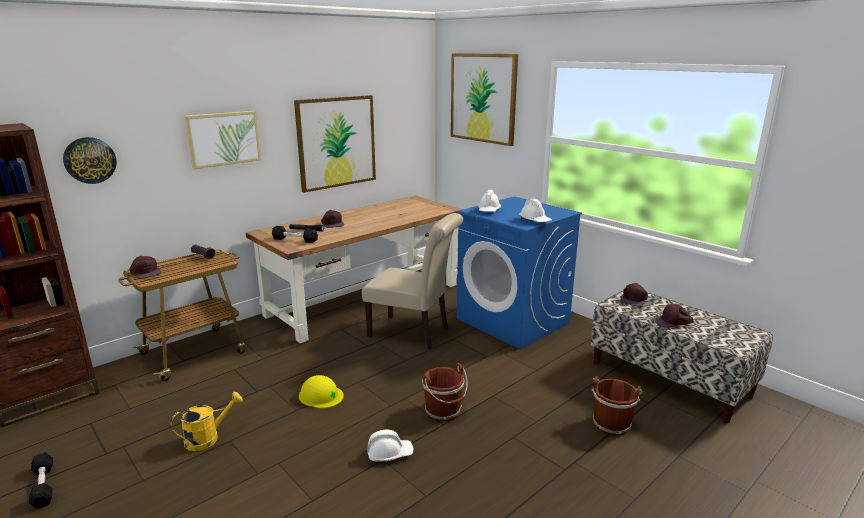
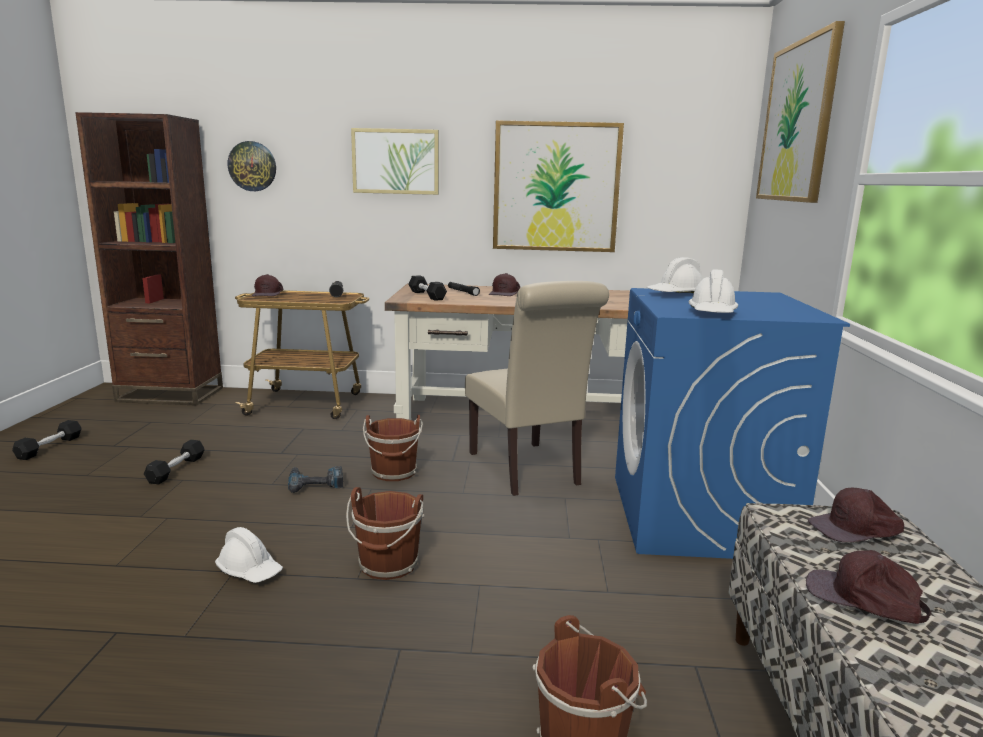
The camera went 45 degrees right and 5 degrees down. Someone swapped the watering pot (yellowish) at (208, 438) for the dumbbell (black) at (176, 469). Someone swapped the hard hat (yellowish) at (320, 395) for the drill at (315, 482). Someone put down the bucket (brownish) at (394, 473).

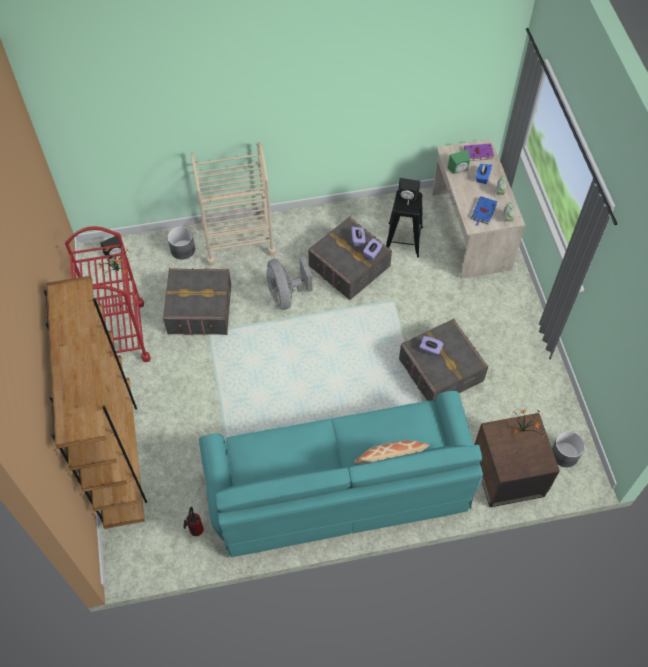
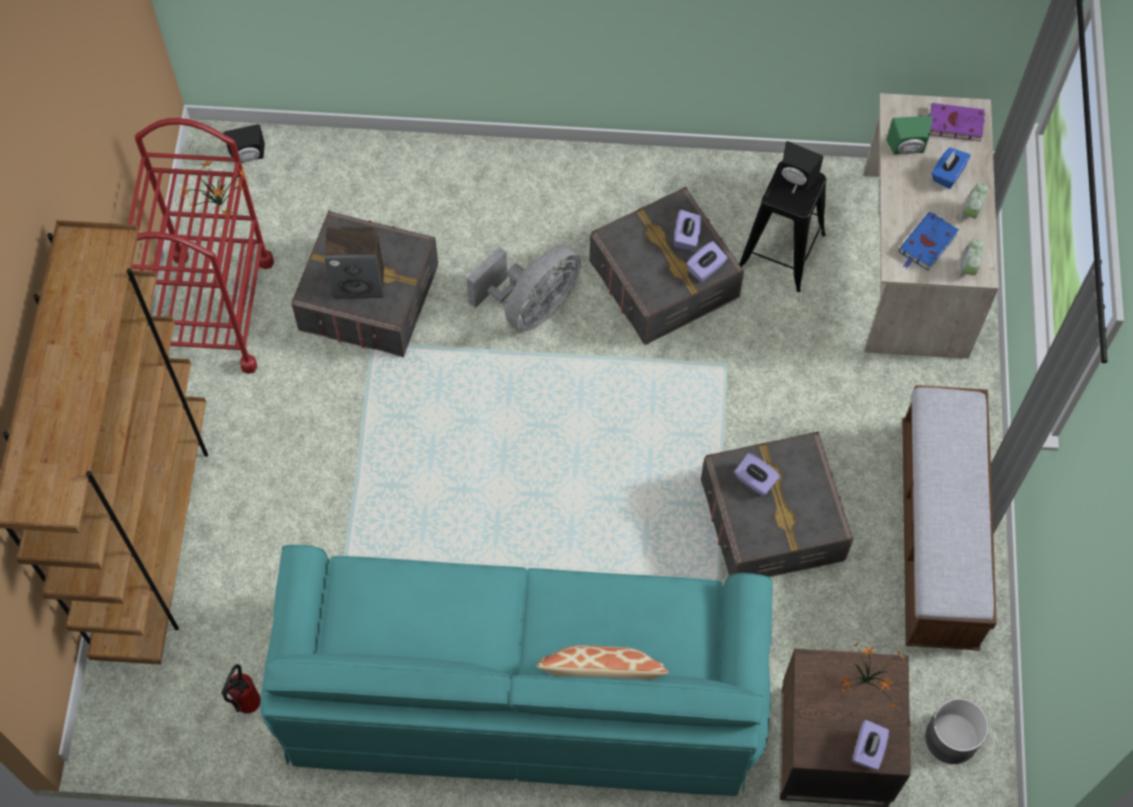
The camera went 15 degrees right and 5 degrees up. Someone put down the loudspeaker at (359, 282). Someone rotated the electric fan (grey) at (286, 295) by 135 degrees counterclockwise. Someone put down the box of tissues (purple-coloured) at (868, 750). Someone put down the bench at (937, 535). Someone took away the planter (grey) at (183, 250). Someone took away the trolley (sand-coloured) at (238, 239).

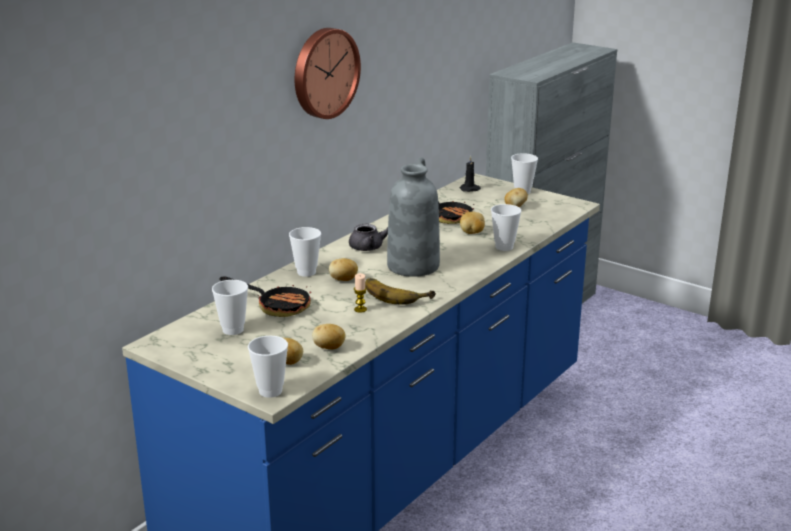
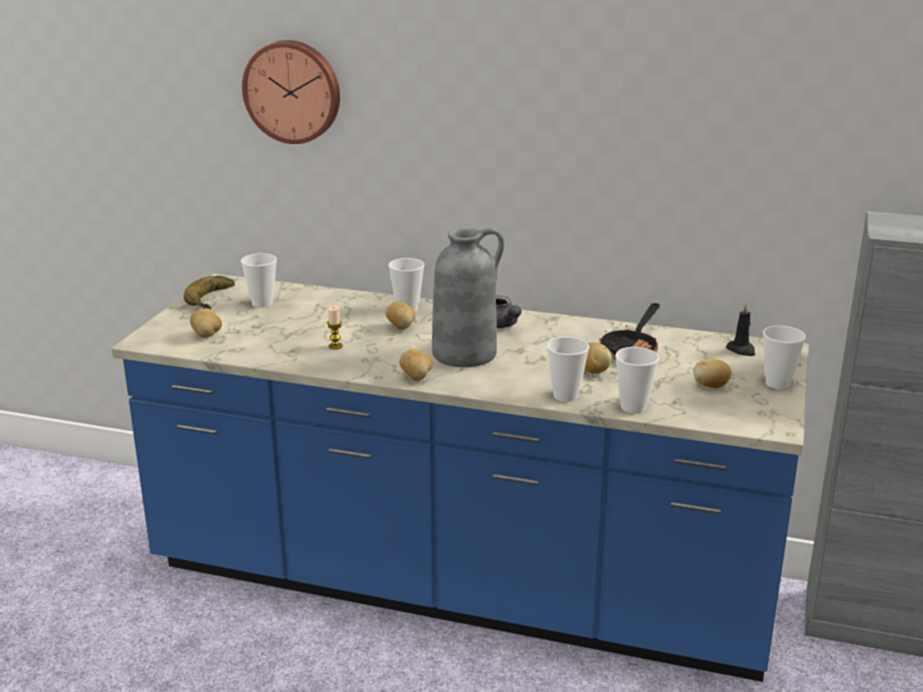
The camera went 70 degrees right and 0 degrees up. Someone carried the whole banana from (397, 293) to (217, 299). Someone carried the clock on the wall from (324, 72) to (293, 91). Someone carried the whole potato from (329, 348) to (416, 377). Someone carried the small cup from (270, 391) to (633, 407). Someone took away the skillet at (276, 306).

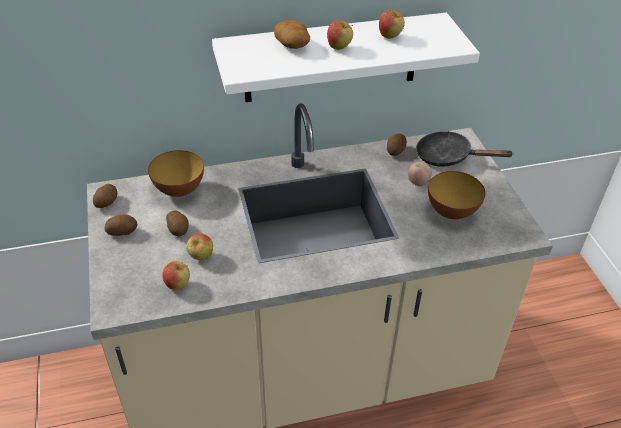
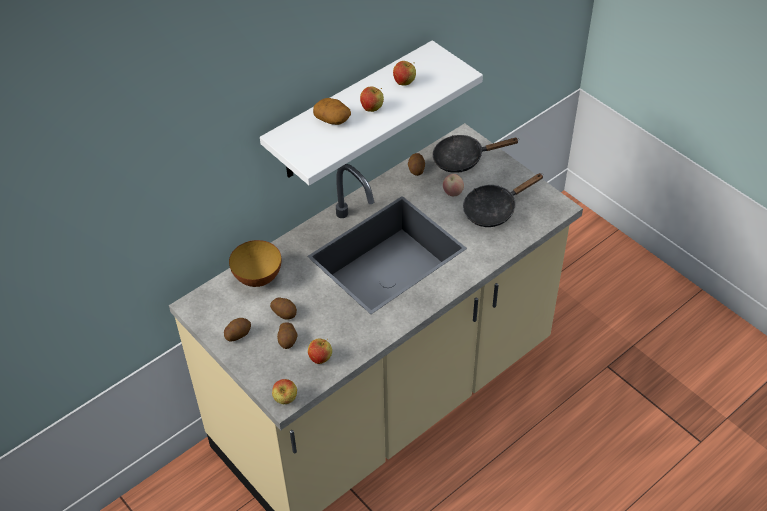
The camera went 25 degrees left and 5 degrees up. Someone carried the whole apple from (201, 257) to (285, 399). Someone carried the whole potato from (107, 202) to (288, 340). Someone swapped the deep dish at (451, 212) for the skillet (black) at (494, 209).

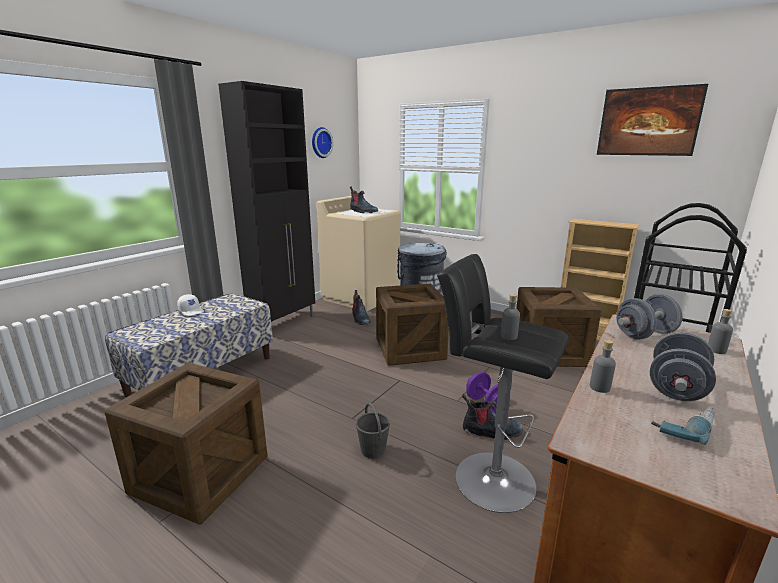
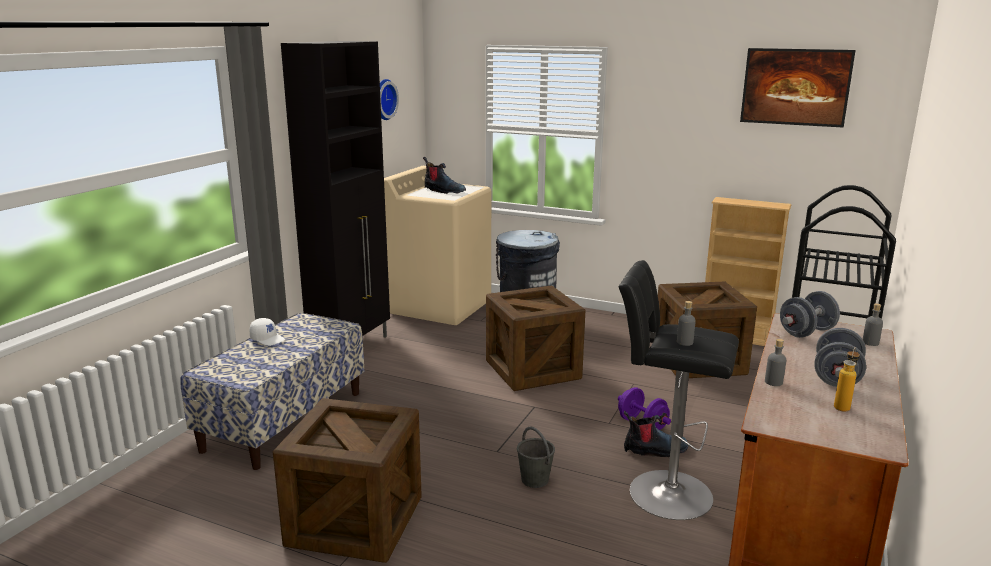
The camera went 10 degrees left and 0 degrees up. Someone swapped the drill at (683, 426) for the beverage bottle at (843, 406). Someone took away the high-top boot at (360, 319).

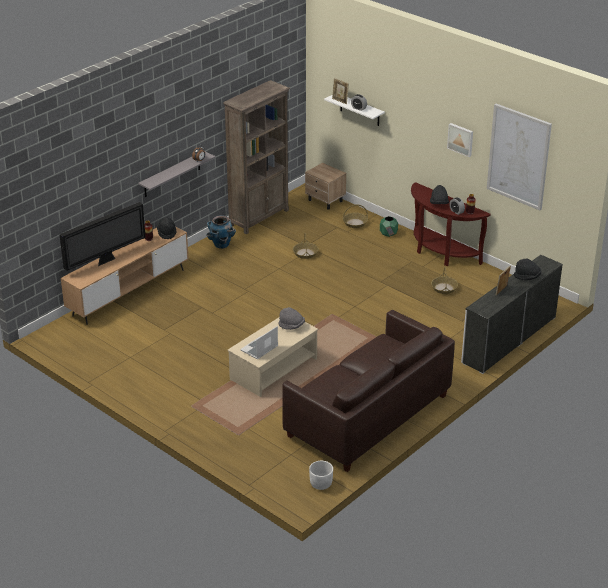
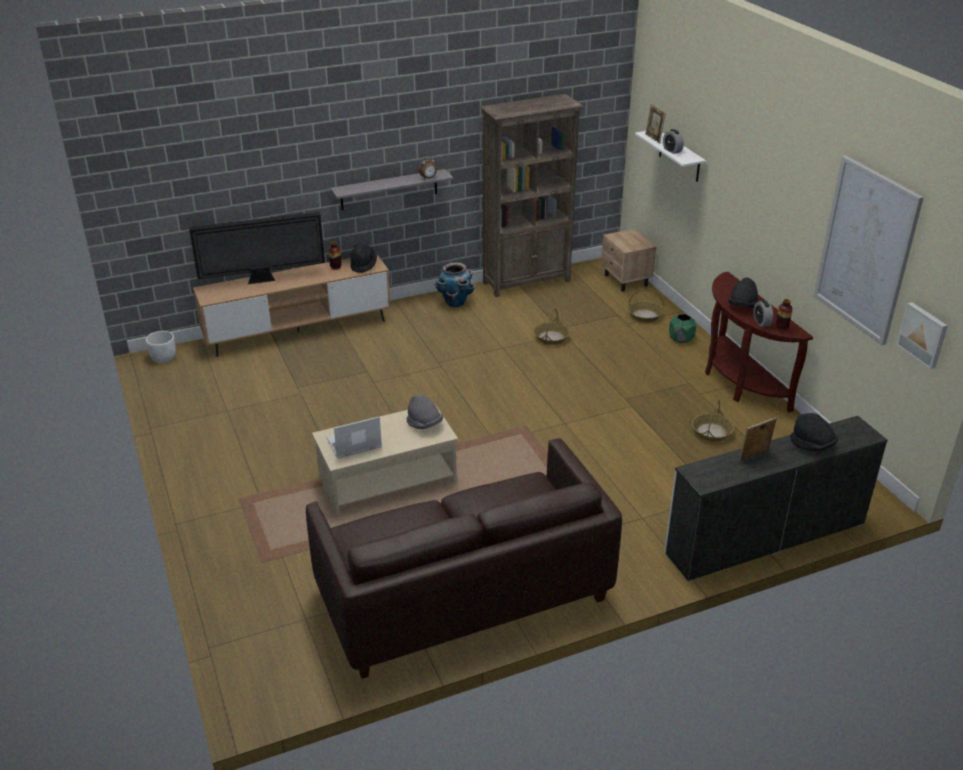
The camera went 25 degrees right and 0 degrees up. Someone carried the planter (whitish) from (321, 484) to (163, 358). Someone carried the wall art from (461, 139) to (923, 334).

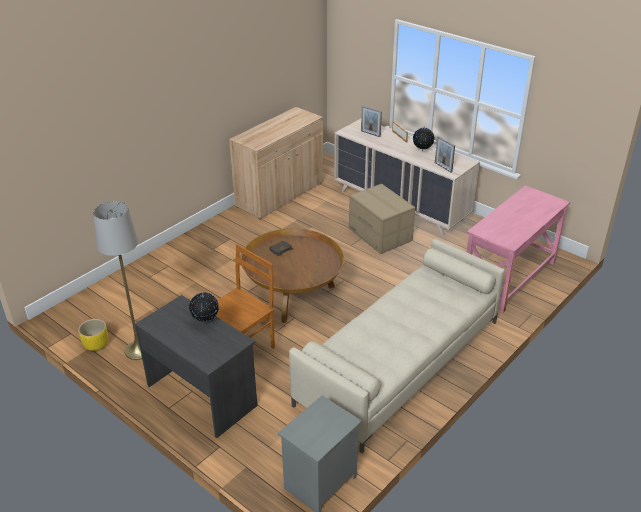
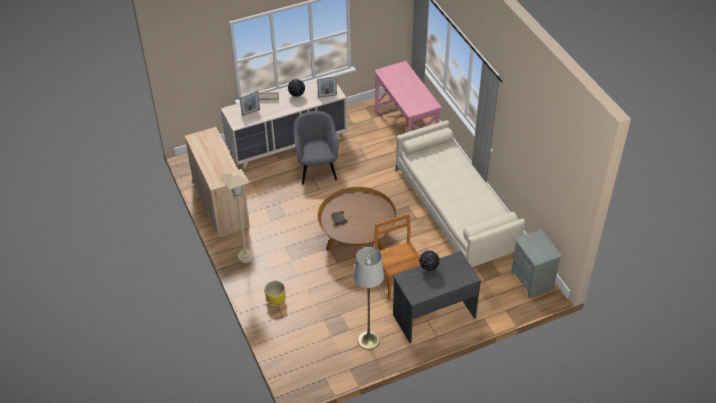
The camera went 65 degrees left and 10 degrees up. Someone put down the standing lamp (sand-coloured) at (245, 257). Someone carried the planter (yellowish) from (96, 345) to (276, 299). Someone swapped the cardboard box at (380, 234) for the lounge chair (grey) at (317, 169).

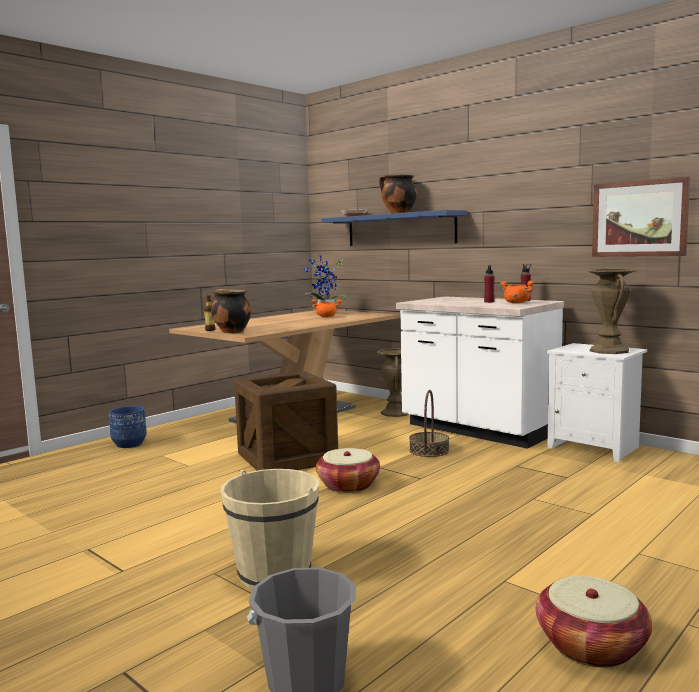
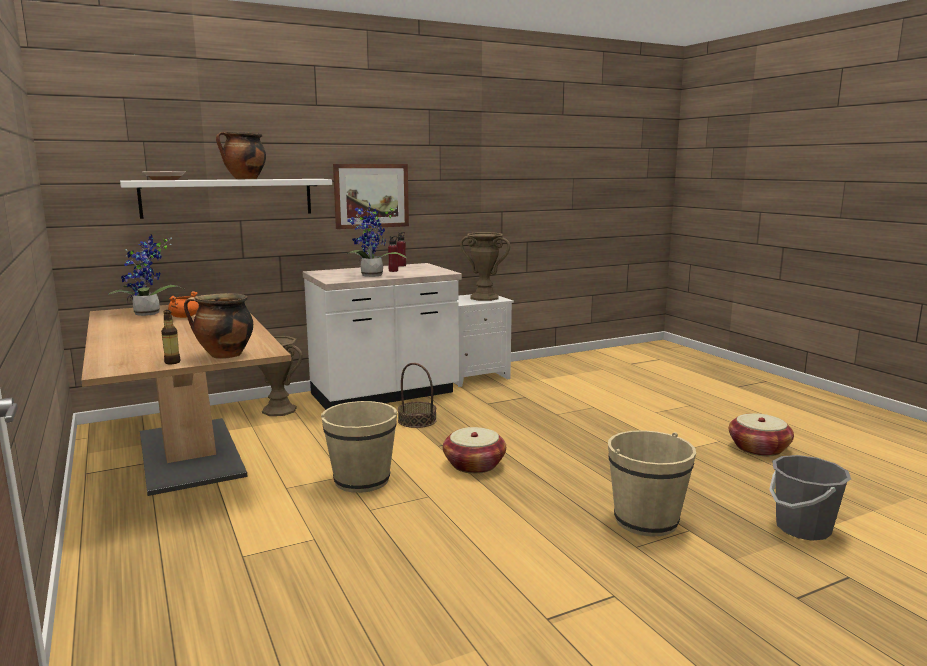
The camera went 70 degrees left and 5 degrees up. Someone repainted the bracket shelf (blue) at (400, 229), which became the bracket shelf (whitish) at (228, 197). Someone swapped the shipping crate at (287, 458) for the bucket (sand-coloured) at (361, 480). Someone carried the wall art from (639, 218) to (371, 196). Someone put down the houseplant at (371, 276). Someone took away the planter (blue) at (129, 444). Someone took away the stockpot (orange) at (516, 303).

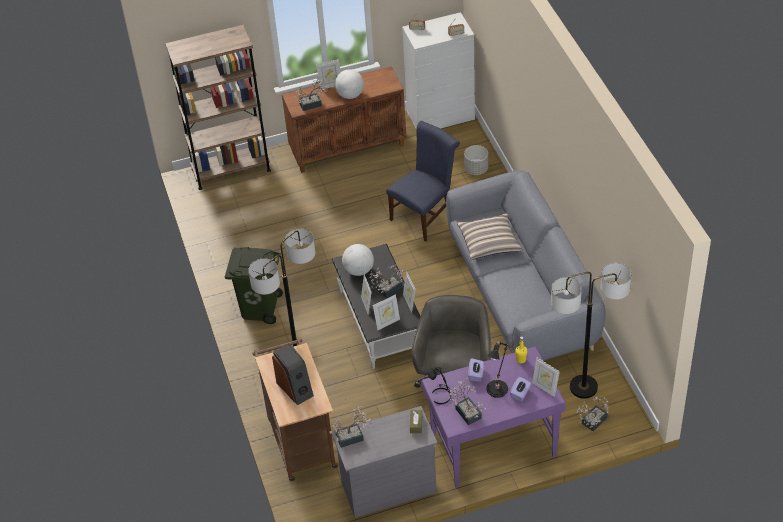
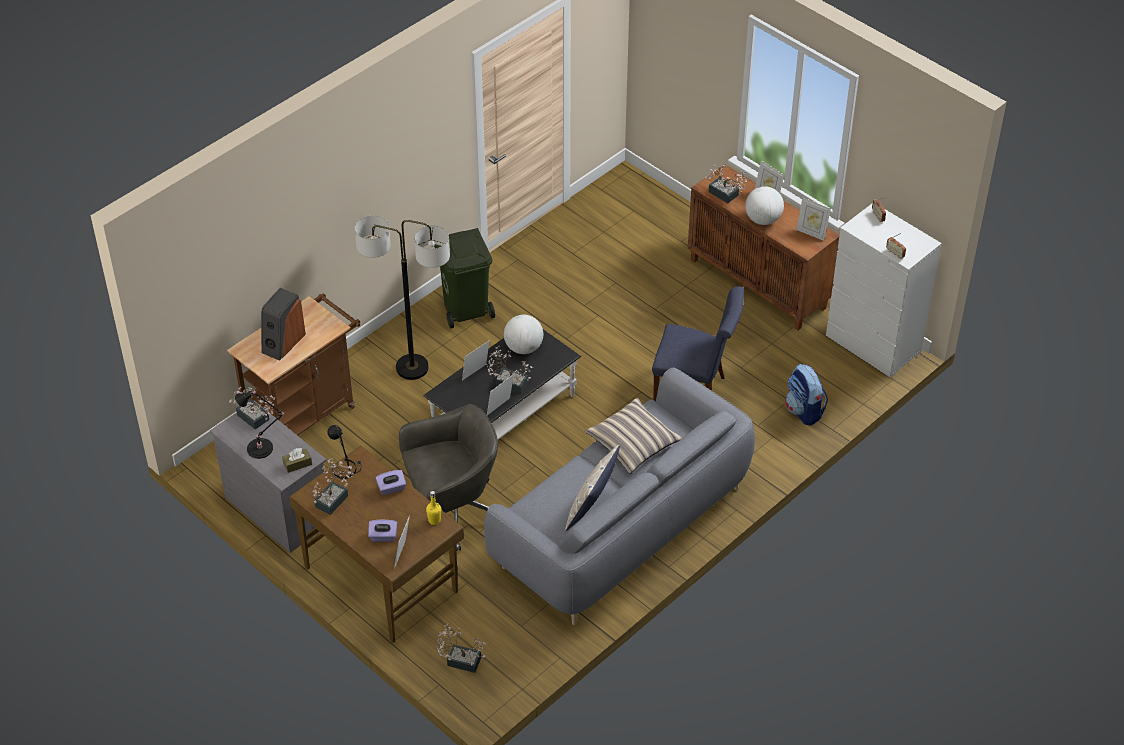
The camera went 60 degrees right and 0 degrees up. Someone carried the lamp for a table (black) from (498, 387) to (262, 448). Someone repainted the desk (purple-coloured) at (492, 444), which became the desk (brownish) at (381, 578). Someone put down the pillow at (591, 509). Someone swapped the planter (grey) at (476, 169) for the backpack at (804, 411). Someone carried the photo frame from (387, 323) to (811, 233). Someone took away the shelving unit (brownish) at (231, 170). Someone took away the standing lamp at (583, 387).

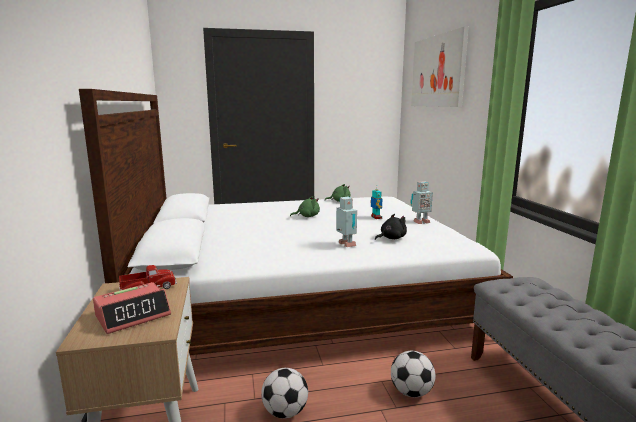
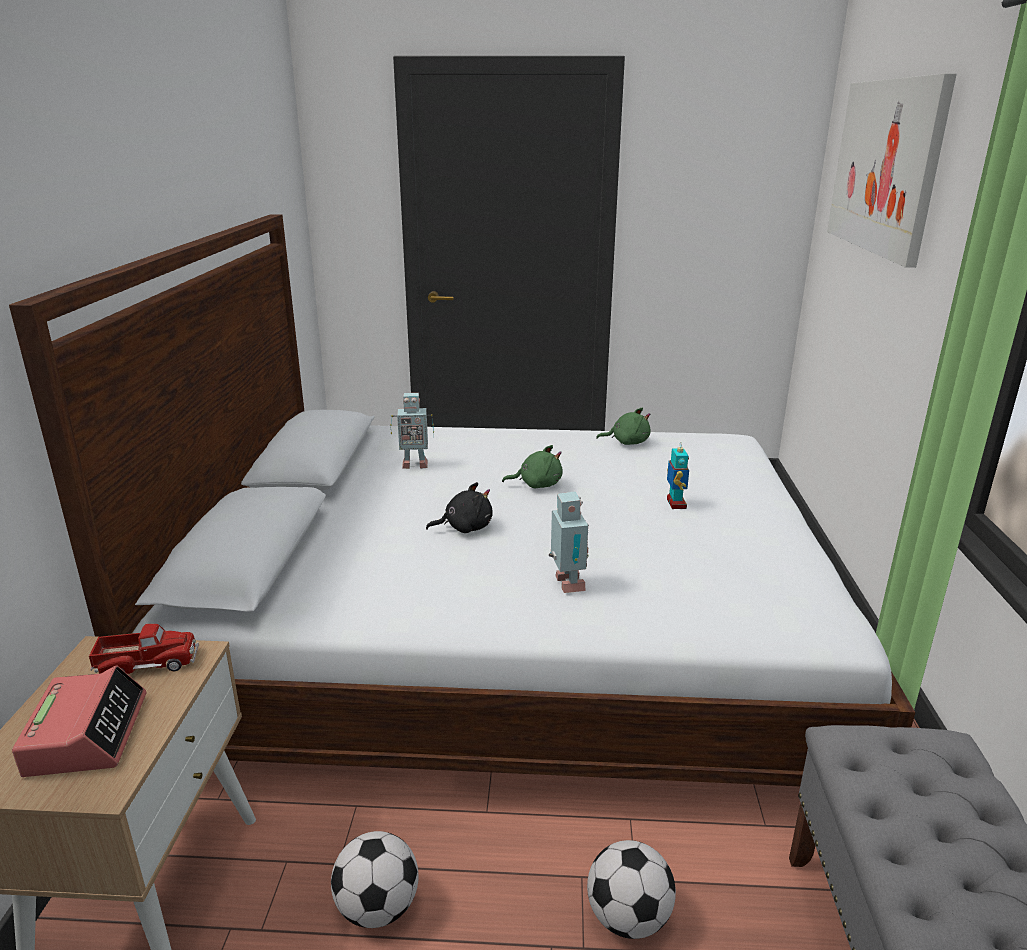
The camera went 15 degrees right and 10 degrees up. Someone rotated the table clock at (133, 315) by 75 degrees counterclockwise. Someone carried the toy robot from (420, 222) to (414, 464). Someone carried the plush toy (black) from (391, 238) to (465, 527).

